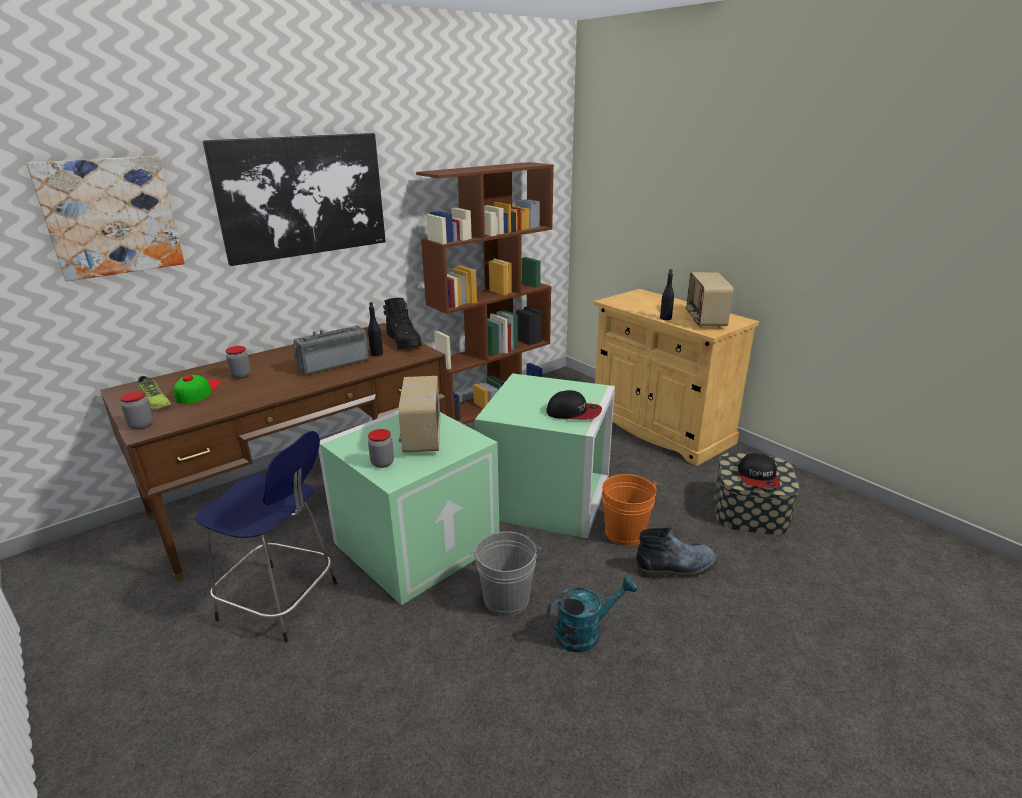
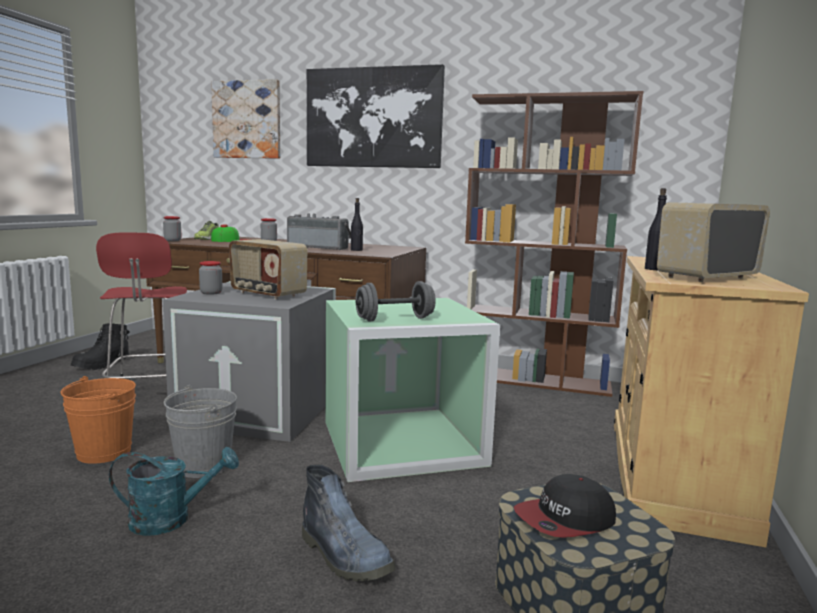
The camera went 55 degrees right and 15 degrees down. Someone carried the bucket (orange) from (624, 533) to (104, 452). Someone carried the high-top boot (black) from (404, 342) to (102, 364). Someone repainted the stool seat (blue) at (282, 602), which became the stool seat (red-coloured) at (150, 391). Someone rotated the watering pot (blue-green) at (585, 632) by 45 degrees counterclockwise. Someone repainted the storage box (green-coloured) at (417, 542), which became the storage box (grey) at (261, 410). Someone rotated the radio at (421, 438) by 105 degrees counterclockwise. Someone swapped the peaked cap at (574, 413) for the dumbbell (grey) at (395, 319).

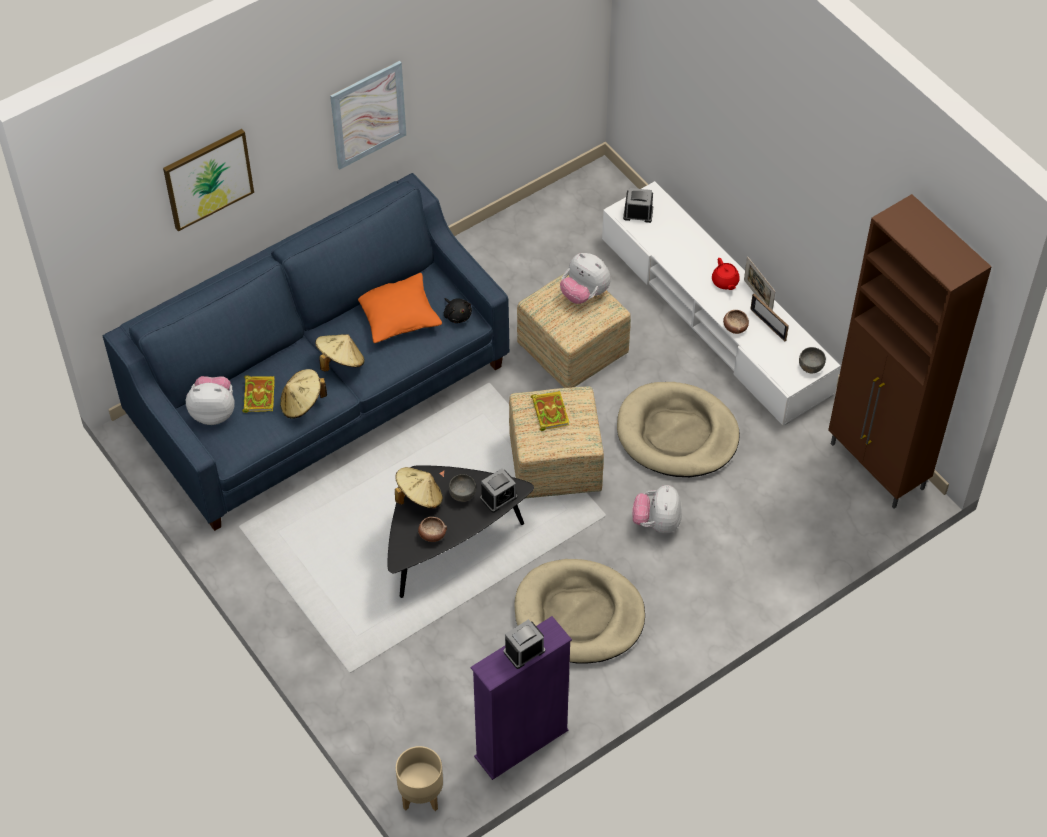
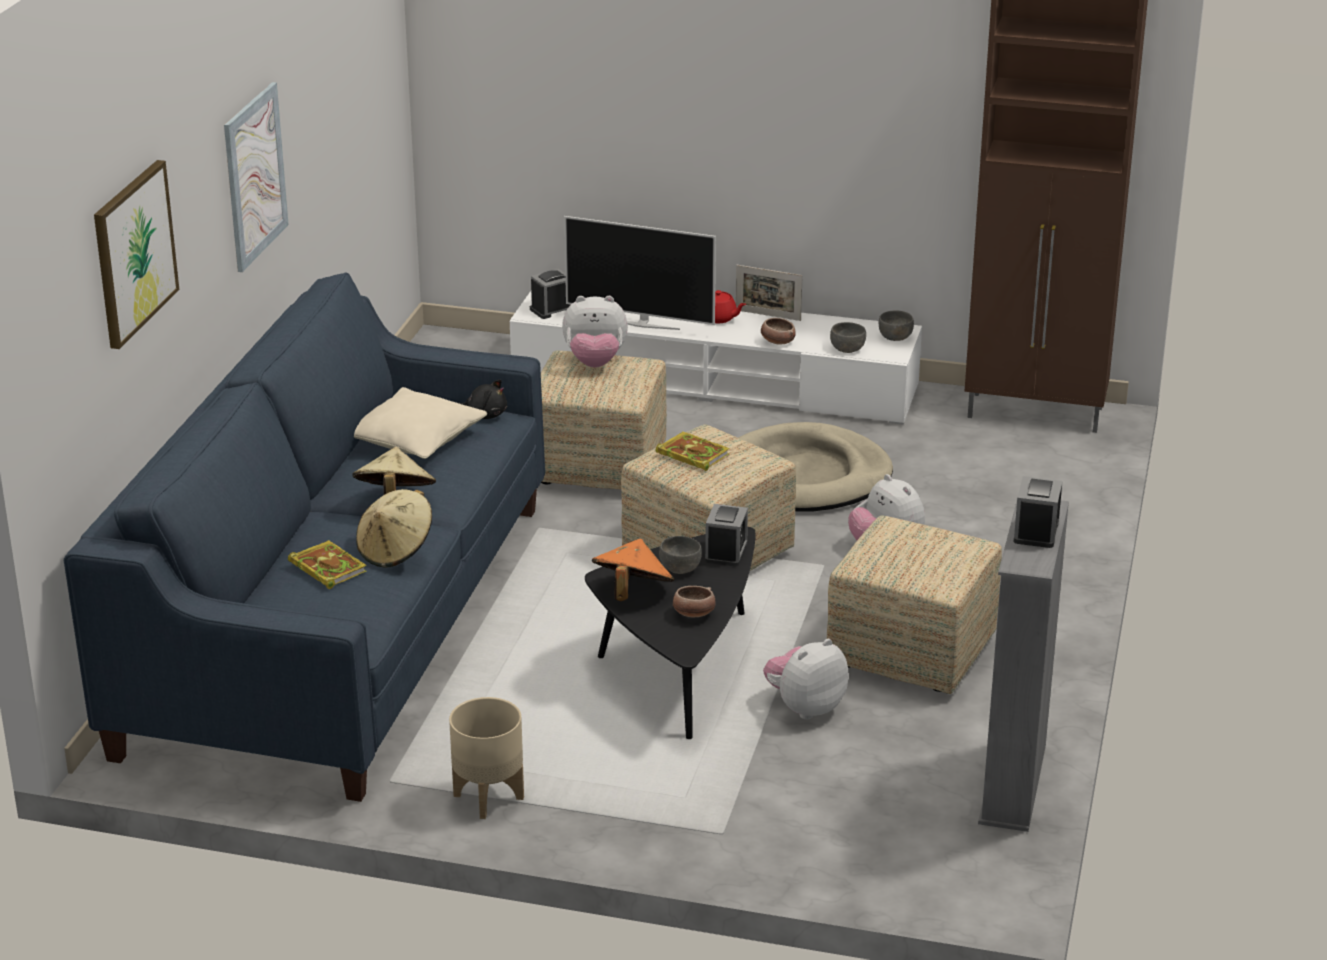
The camera went 40 degrees left and 25 degrees down. Someone repainted the pillow (orange) at (398, 315), which became the pillow (sand-coloured) at (414, 440). Someone carried the planter (sand-coloured) from (420, 795) to (488, 798). Someone put down the TV at (642, 323). Someone repainted the clothing hat (sand-coloured) at (419, 497), which became the clothing hat (orange) at (632, 593). Someone carried the plush toy from (214, 412) to (805, 707). Someone swapped the dog bed (sand-coloured) at (579, 615) for the ottoman at (913, 652). Someone put down the deep dish (grey) at (847, 348). Someone repainted the shelving unit (purple-coloured) at (521, 744), which became the shelving unit (grey) at (1013, 784). Someone took away the photo frame at (768, 324).

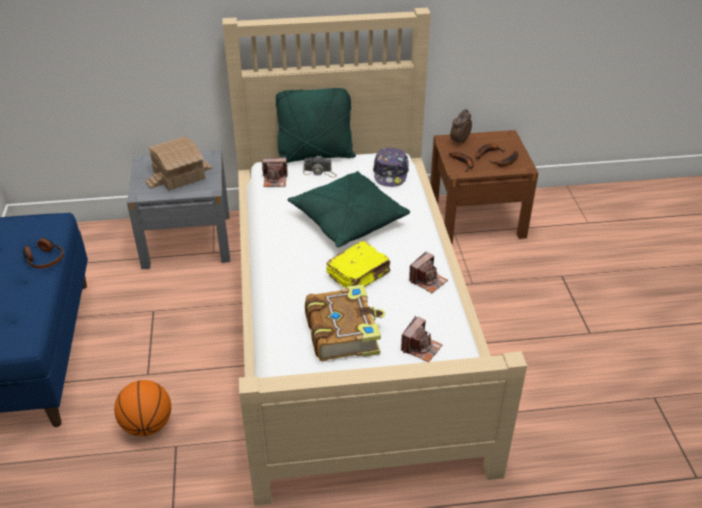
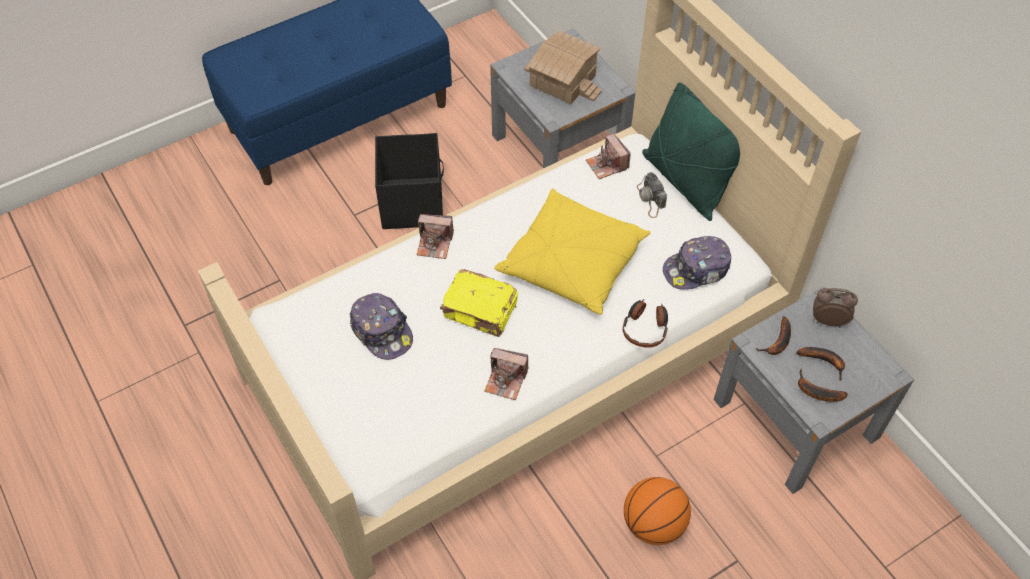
The camera went 65 degrees right and 15 degrees up. Someone swapped the volume at (343, 332) for the peaked cap at (382, 331). Someone put down the storage box (black) at (412, 202). Someone carried the still camera from (421, 347) to (435, 244). Someone repainted the pillow (green-coloured) at (347, 220), which became the pillow (yellowish) at (572, 263). Someone carried the headset from (44, 259) to (645, 327). Someone carried the basketball from (147, 425) to (653, 524). Someone repainted the night table (brownish) at (476, 218), which became the night table (grey) at (795, 418).

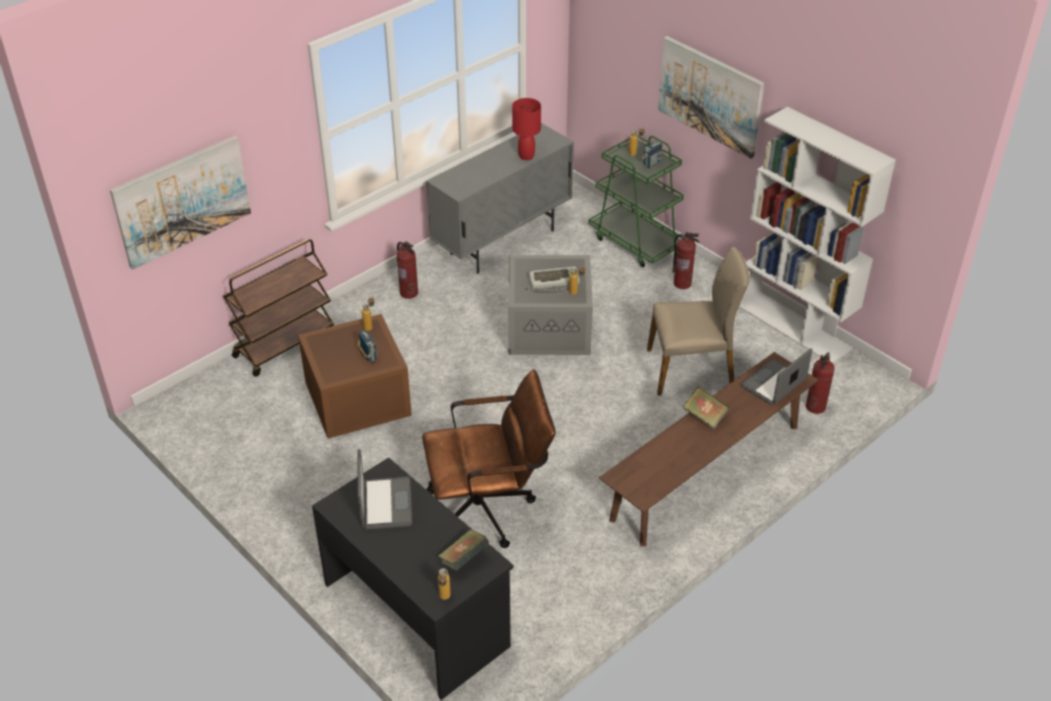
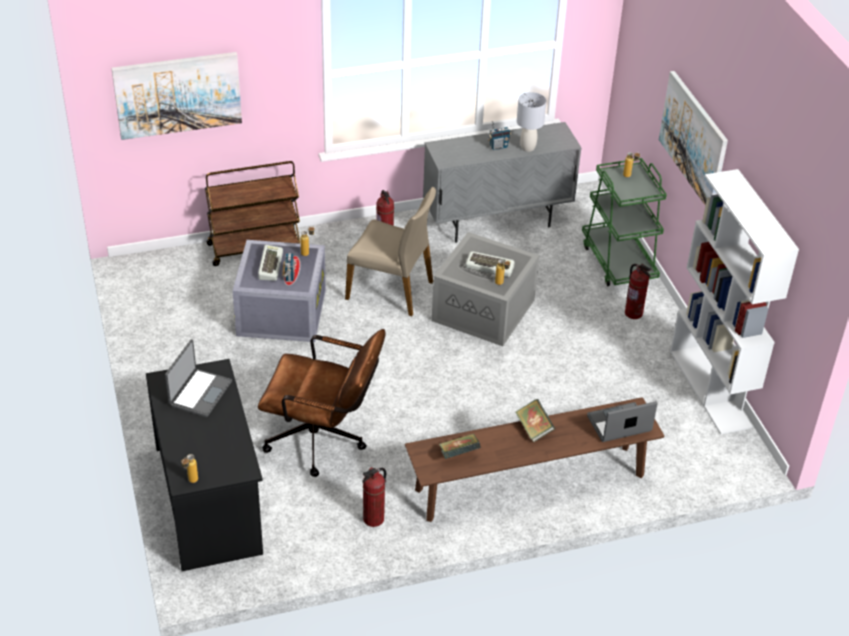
The camera went 25 degrees right and 0 degrees up. Someone repainted the storage box (brownish) at (356, 398), which became the storage box (grey) at (280, 311). Someone put down the computer keyboard at (269, 265). Someone carried the plain chair (sand-coloured) from (691, 369) to (391, 289). Someone carried the fire-fighting cylinder from (816, 407) to (373, 519). Someone carried the volume from (464, 559) to (459, 454). Someone carried the radio from (651, 163) to (498, 147). Someone repainted the lamp for a table (red-coloured) at (526, 156), which became the lamp for a table (grey) at (527, 147).

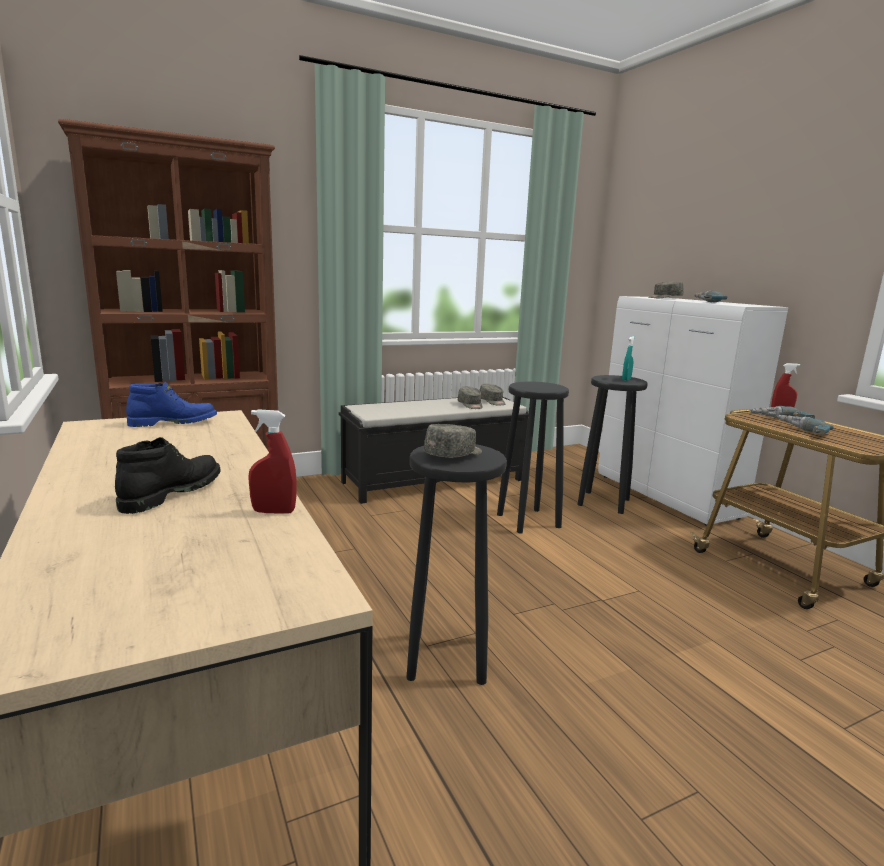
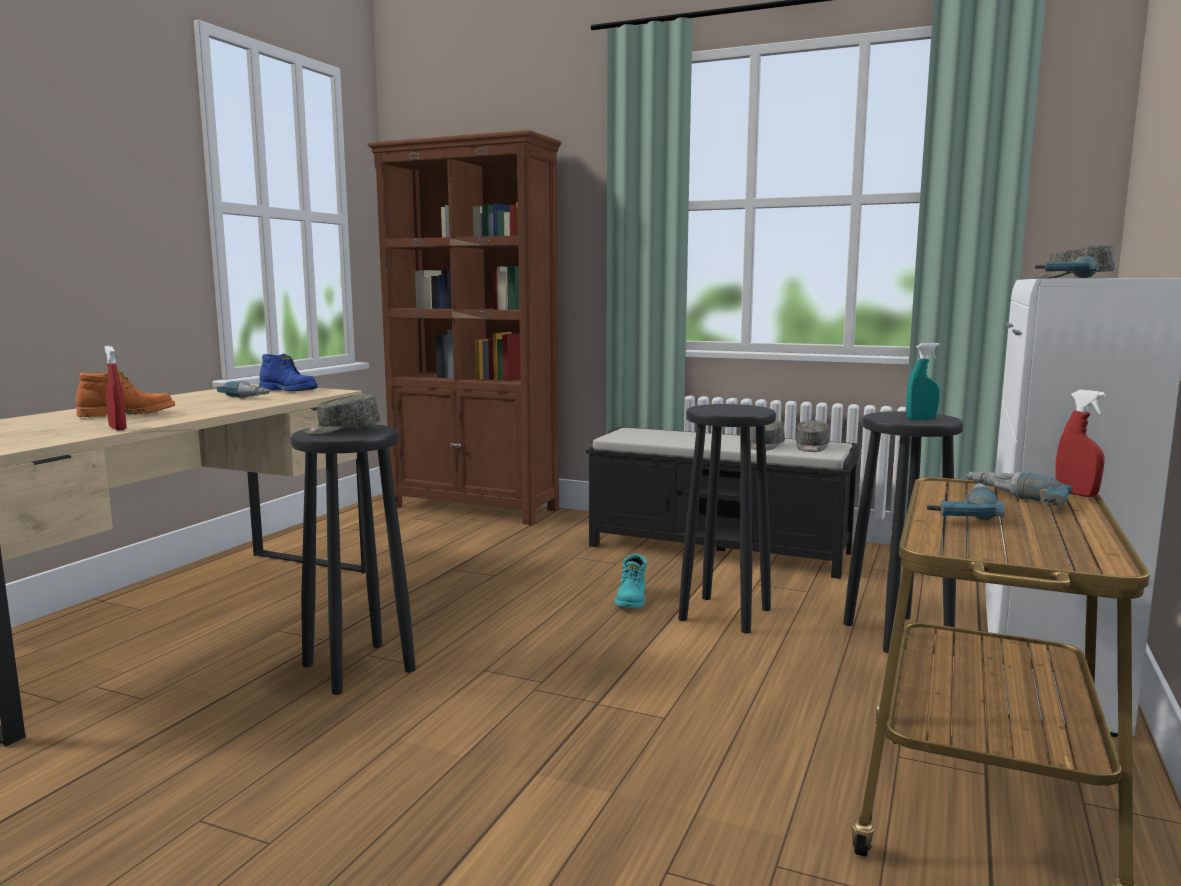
The camera went 50 degrees right and 5 degrees down. Someone repainted the high-top boot (black) at (171, 493), which became the high-top boot (orange) at (128, 415). Someone put down the drill at (253, 396). Someone rotated the peaked cap (grey) at (454, 455) by 150 degrees clockwise. Someone put down the high-top boot (blue-green) at (632, 600).

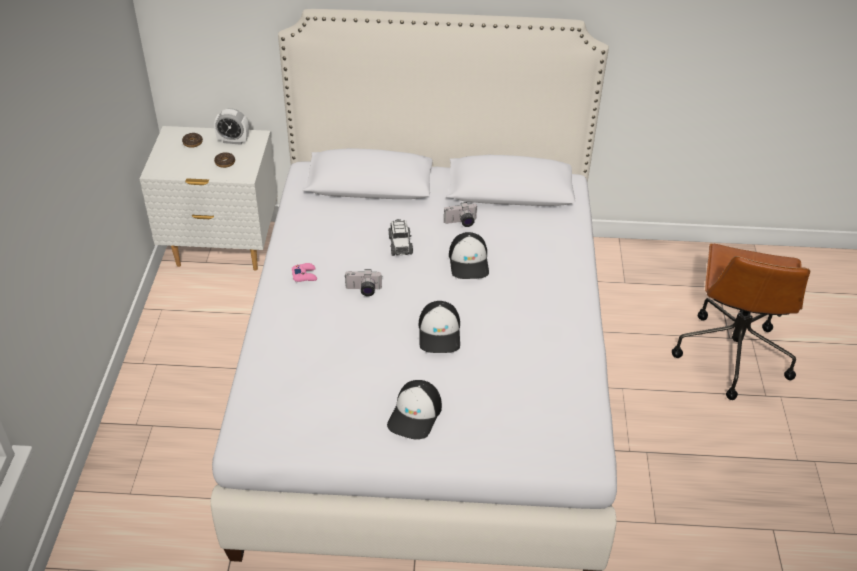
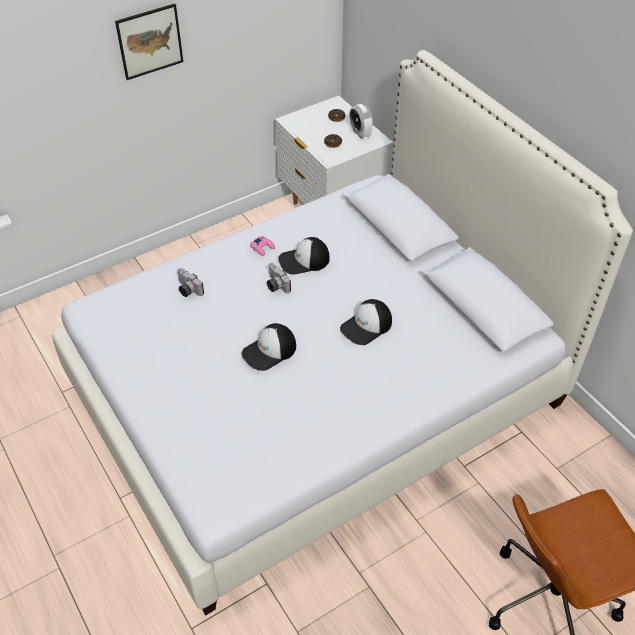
The camera went 55 degrees right and 5 degrees up. Someone put up the wall art at (149, 41). Someone carried the still camera from (461, 223) to (187, 290). Someone carried the peaked cap from (415, 415) to (304, 260). Someone took away the model car at (400, 244).

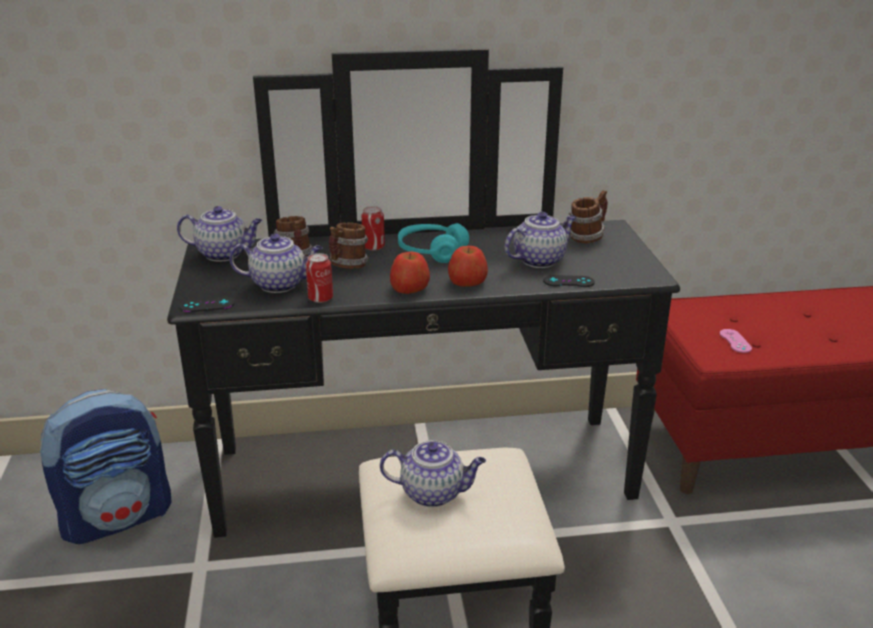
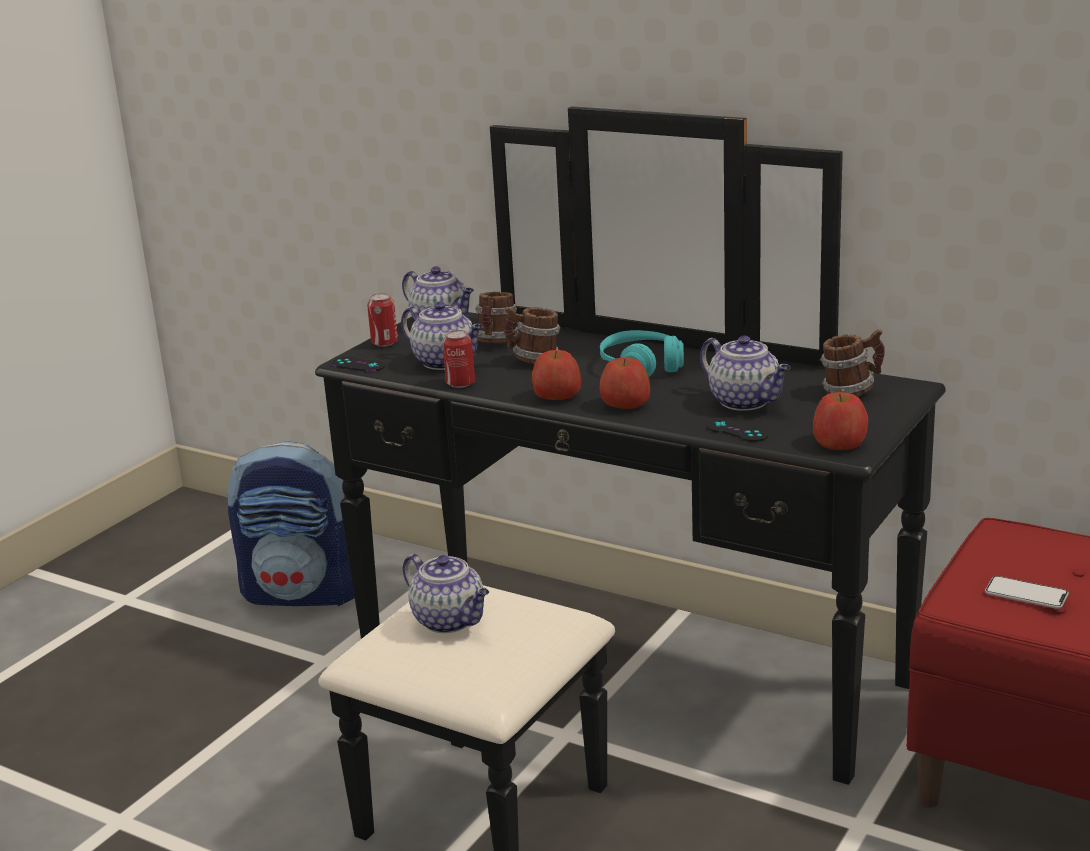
The camera went 40 degrees right and 5 degrees down. Someone carried the sealed can from (373, 247) to (384, 343). Someone rotated the tea pot at (539, 260) by 45 degrees clockwise. Someone put down the whole apple at (840, 443). Someone swapped the game controller (pinkish) at (735, 341) for the phone at (1026, 594).

